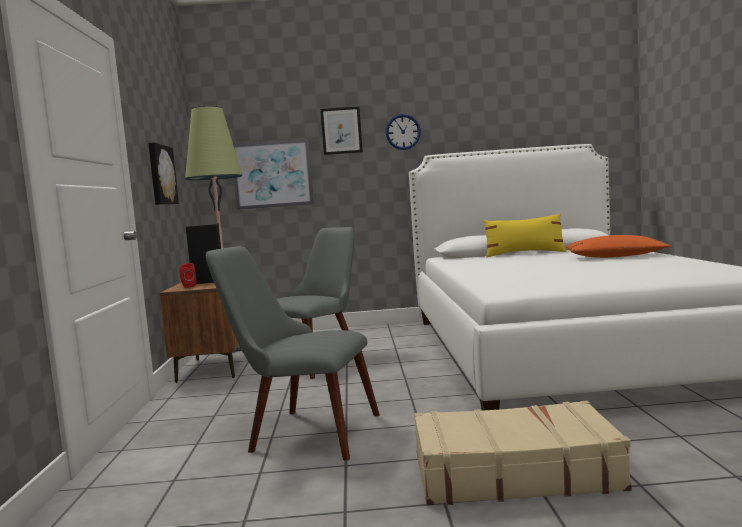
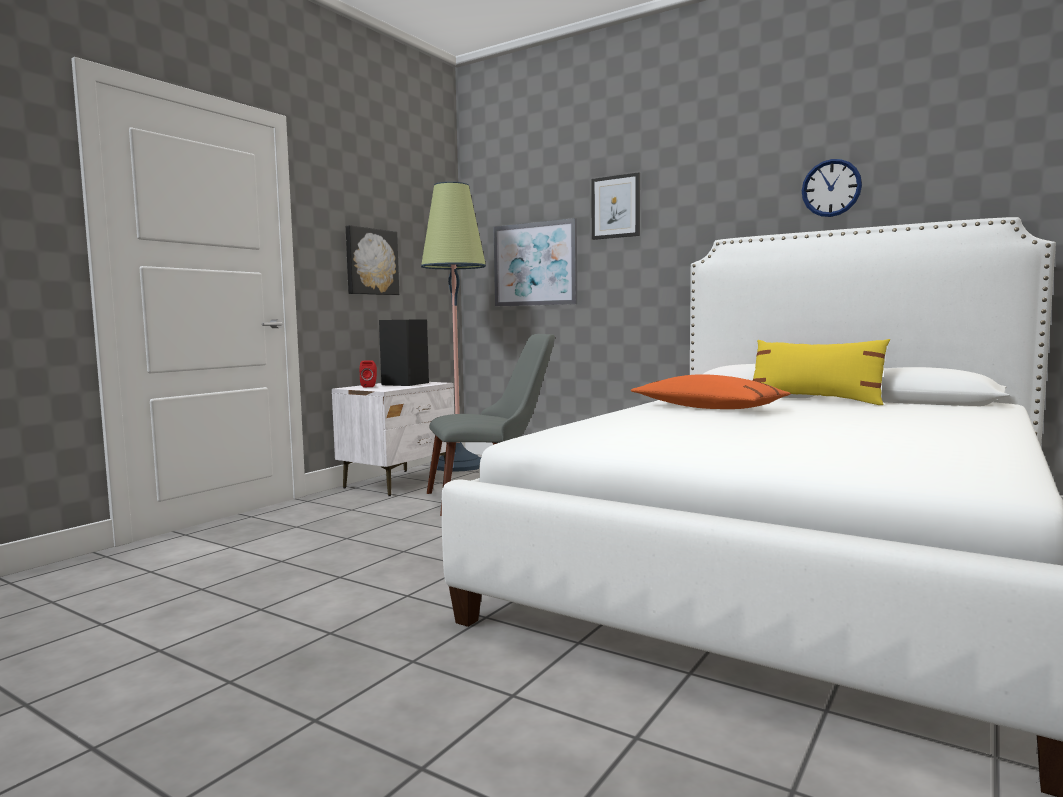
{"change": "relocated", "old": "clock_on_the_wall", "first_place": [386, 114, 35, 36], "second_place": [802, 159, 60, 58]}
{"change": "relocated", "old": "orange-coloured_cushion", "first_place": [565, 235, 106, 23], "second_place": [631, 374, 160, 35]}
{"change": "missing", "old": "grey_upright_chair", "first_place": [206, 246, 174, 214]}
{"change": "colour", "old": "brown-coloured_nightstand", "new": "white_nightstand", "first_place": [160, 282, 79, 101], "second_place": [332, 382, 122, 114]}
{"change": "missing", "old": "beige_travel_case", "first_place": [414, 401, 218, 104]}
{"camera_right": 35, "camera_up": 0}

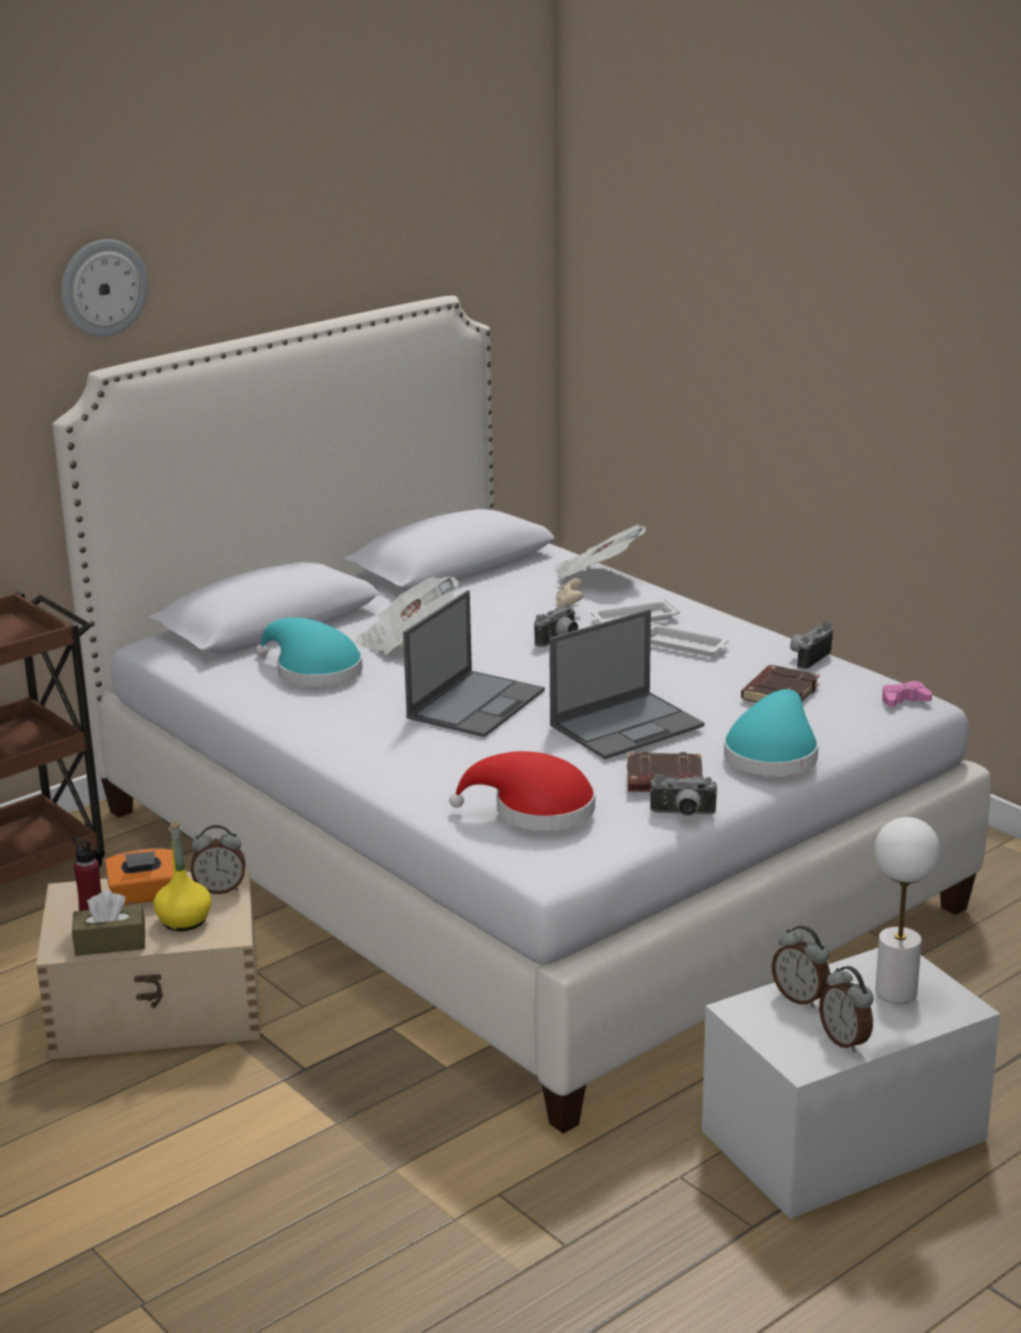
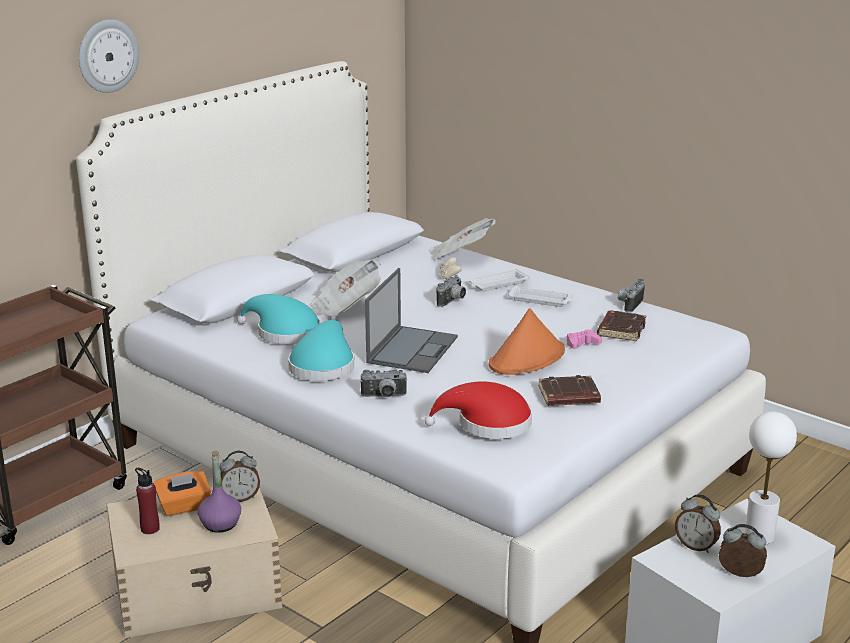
{"change": "exchanged", "old": "notebook_computer", "new": "orange-coloured_hat", "first_place": [549, 609, 155, 150], "second_place": [489, 308, 76, 67]}
{"change": "relocated", "old": "pink-coloured_joypad", "first_place": [882, 681, 50, 26], "second_place": [567, 329, 35, 20]}
{"change": "relocated", "old": "turquoise_hat", "first_place": [724, 689, 94, 87], "second_place": [288, 320, 66, 61]}
{"change": "relocated", "old": "still_camera", "first_place": [650, 774, 68, 42], "second_place": [360, 370, 47, 28]}
{"change": "colour", "old": "yellow_beverage_bottle", "new": "purple_beverage_bottle", "first_place": [153, 822, 59, 109], "second_place": [198, 451, 43, 82]}
{"change": "missing", "old": "brown-coloured_tissue_holder", "first_place": [72, 891, 73, 65]}
{"change": "spun", "old": "table_clock", "first_place": [819, 966, 54, 87], "second_place": [719, 524, 48, 53], "degrees": 150}
{"camera_right": -10, "camera_up": 0}

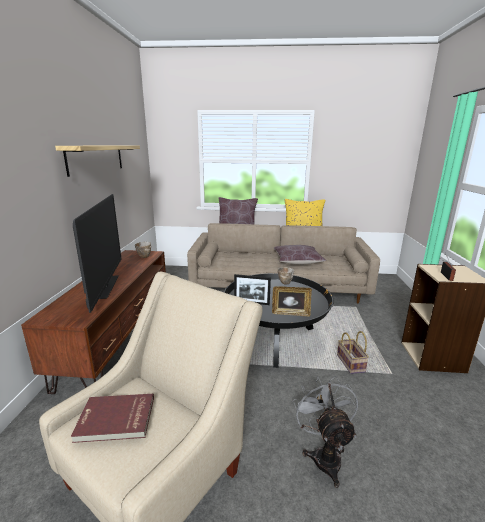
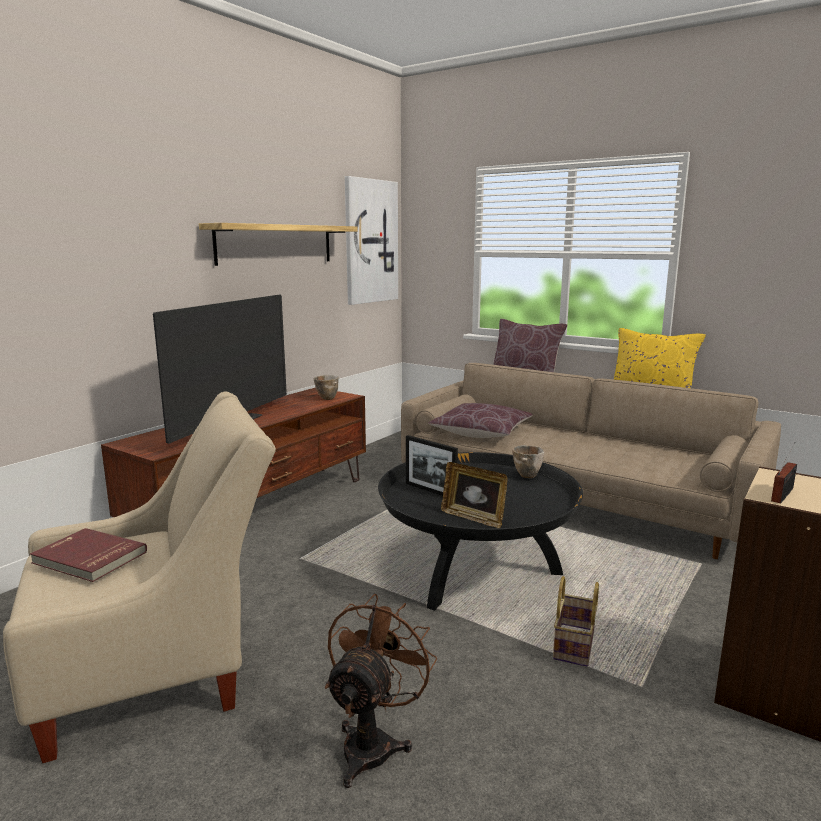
{"change": "relocated", "old": "brown-coloured_cushion", "first_place": [274, 245, 52, 20], "second_place": [428, 403, 105, 35]}
{"change": "colour", "old": "grey_fan", "new": "brown-coloured_fan", "first_place": [293, 376, 65, 112], "second_place": [325, 594, 112, 194]}
{"change": "appeared", "new": "picture", "second_place": [345, 176, 53, 129]}
{"camera_right": 30, "camera_up": -5}

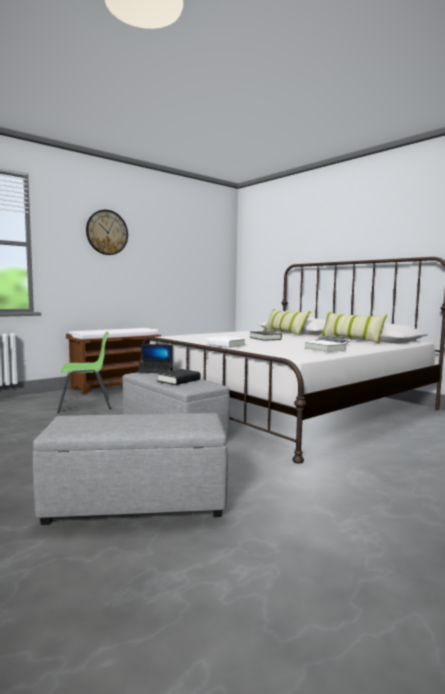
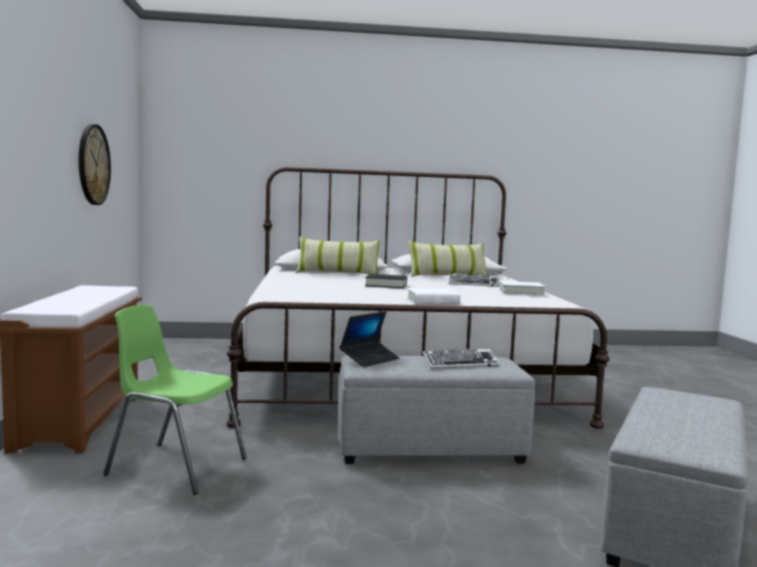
{"change": "relocated", "old": "clock_on_the_wall", "first_place": [86, 210, 42, 45], "second_place": [79, 124, 32, 81]}
{"change": "spun", "old": "green-coloured_upright_chair", "first_place": [57, 332, 54, 81], "second_place": [103, 305, 144, 190], "degrees": -90}
{"change": "exchanged", "old": "black-coloured_book", "new": "PC_keyboard", "first_place": [157, 369, 44, 16], "second_place": [423, 349, 77, 20]}
{"camera_right": -55, "camera_up": 0}

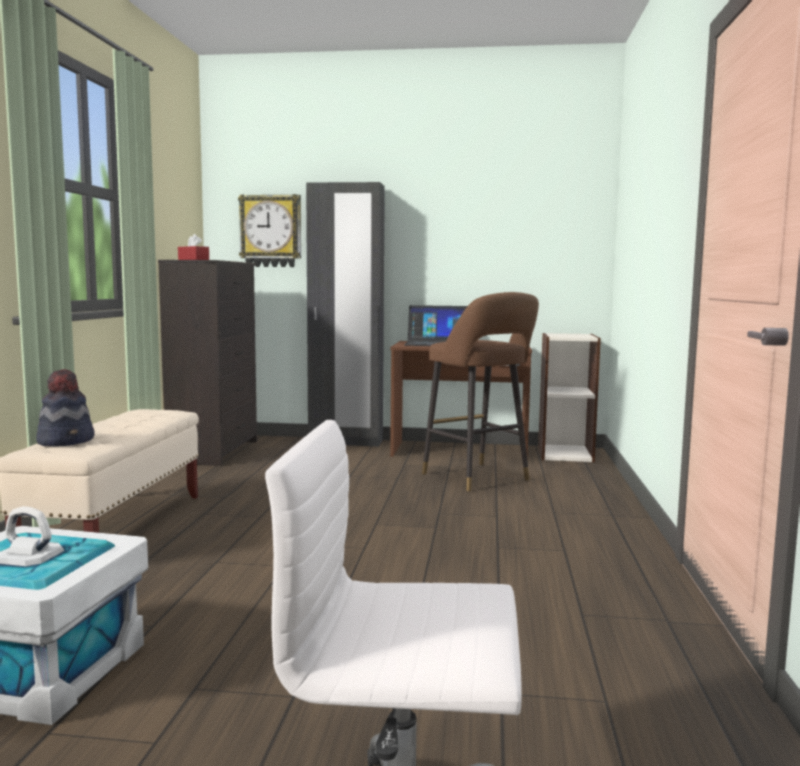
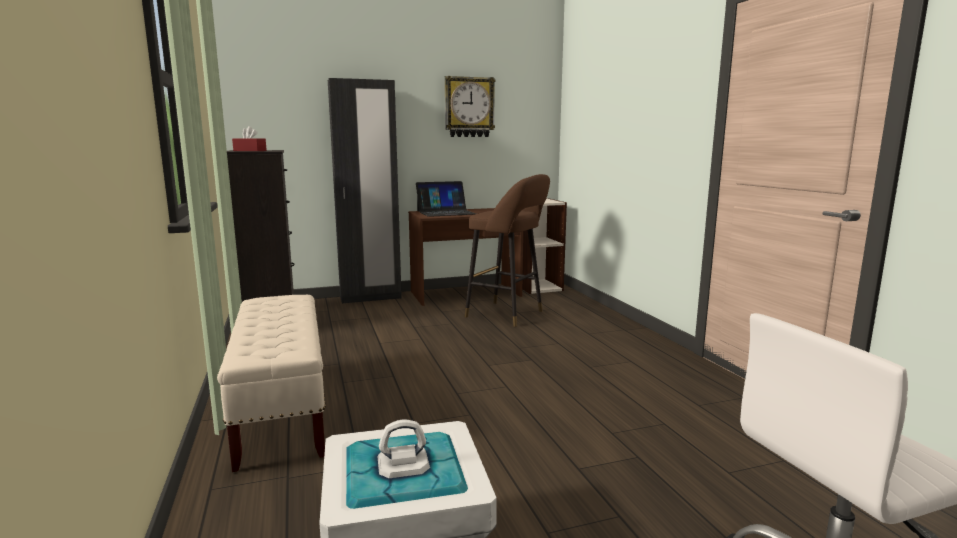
{"change": "relocated", "old": "clock_on_the_wall", "first_place": [238, 194, 63, 73], "second_place": [445, 76, 50, 61]}
{"change": "missing", "old": "hat", "first_place": [36, 369, 59, 77]}
{"camera_right": -25, "camera_up": 5}

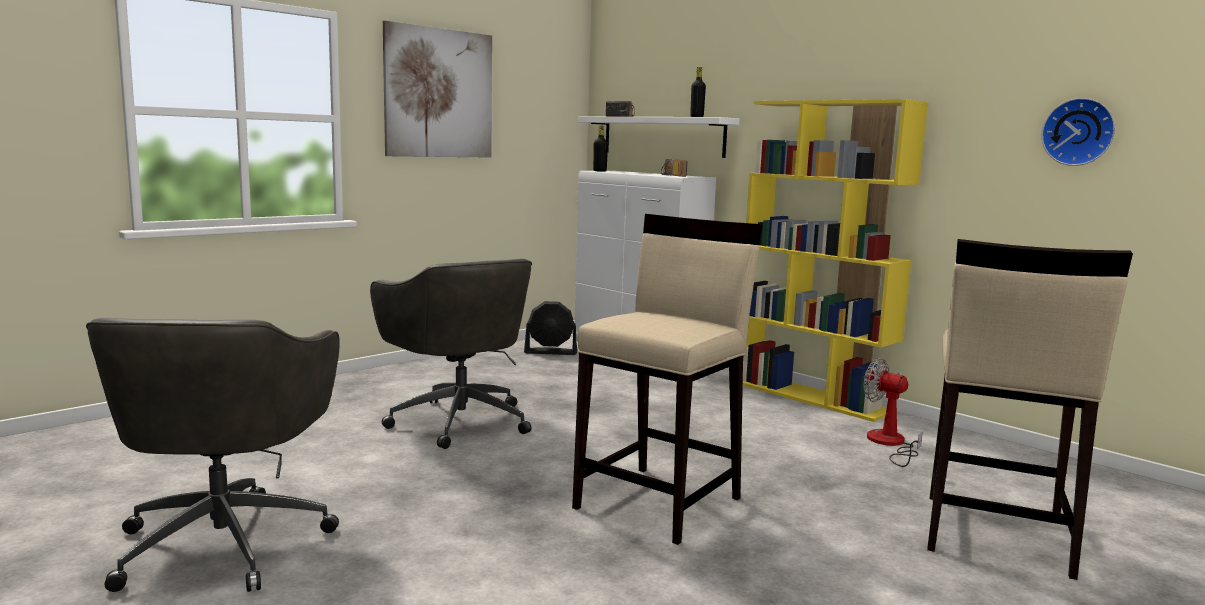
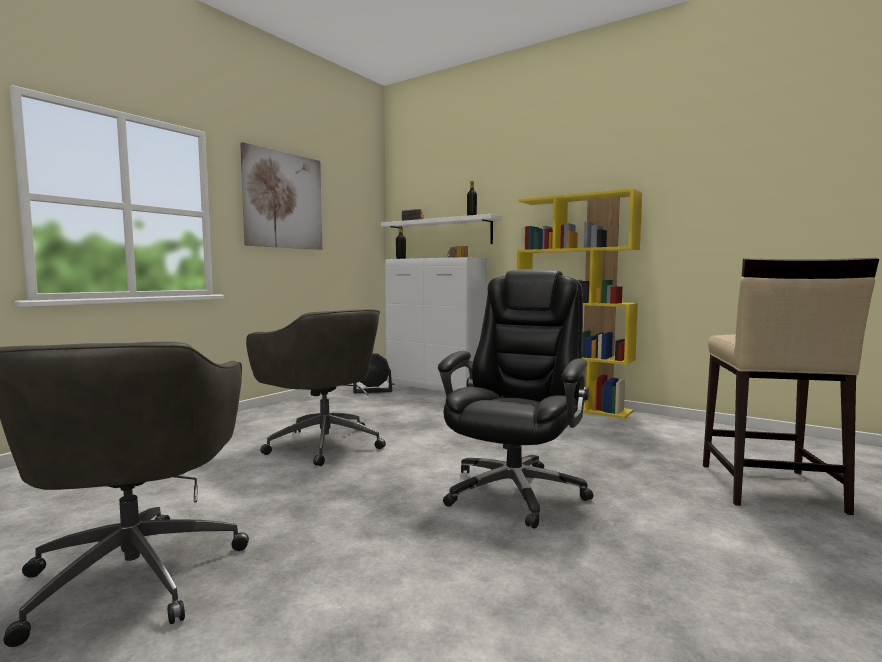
{"change": "missing", "old": "clock_on_the_wall", "first_place": [1041, 98, 74, 68]}
{"change": "exchanged", "old": "beige_sitting_stool", "new": "black-coloured_computer_chair", "first_place": [572, 214, 191, 331], "second_place": [438, 269, 155, 260]}
{"change": "missing", "old": "fan", "first_place": [864, 358, 59, 109]}
{"camera_right": -10, "camera_up": -5}

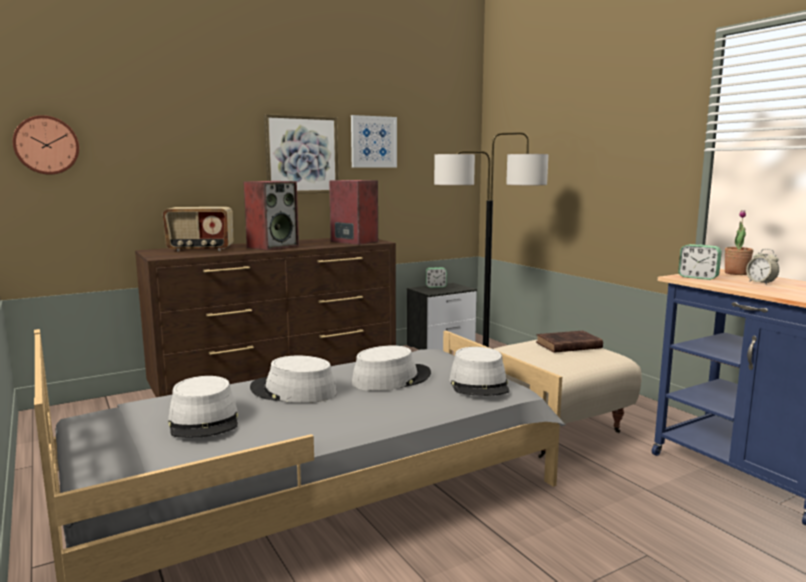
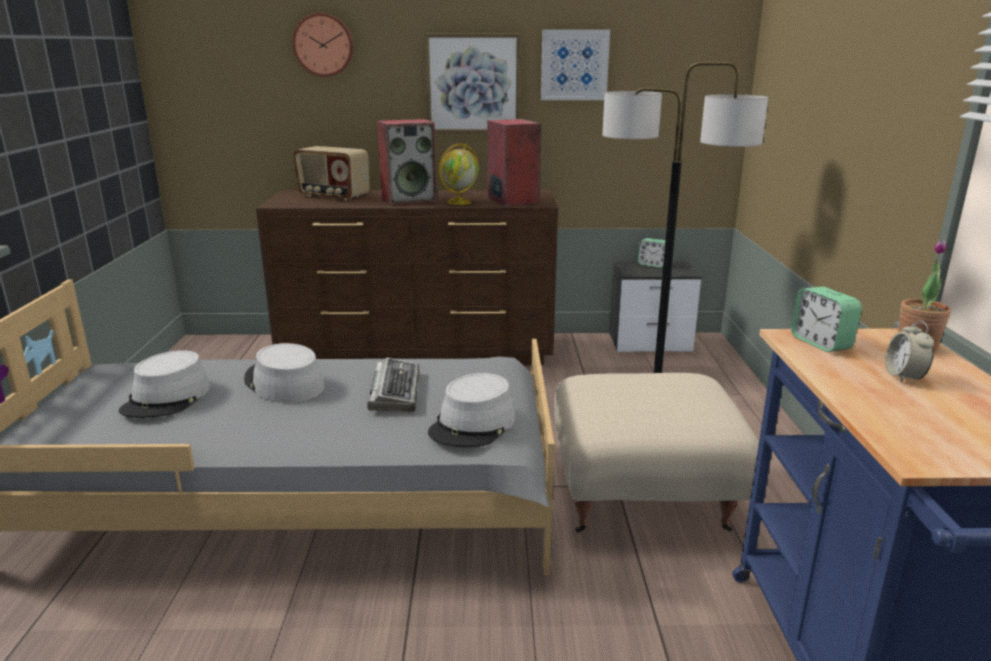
{"change": "relocated", "old": "clock_on_the_wall", "first_place": [13, 115, 66, 60], "second_place": [293, 13, 61, 64]}
{"change": "missing", "old": "brown-coloured_book", "first_place": [536, 331, 67, 22]}
{"change": "exchanged", "old": "grey_hat", "new": "PC_keyboard", "first_place": [352, 345, 79, 46], "second_place": [367, 357, 52, 55]}
{"change": "appeared", "new": "desk_globe", "second_place": [439, 144, 40, 61]}
{"camera_right": 30, "camera_up": 10}

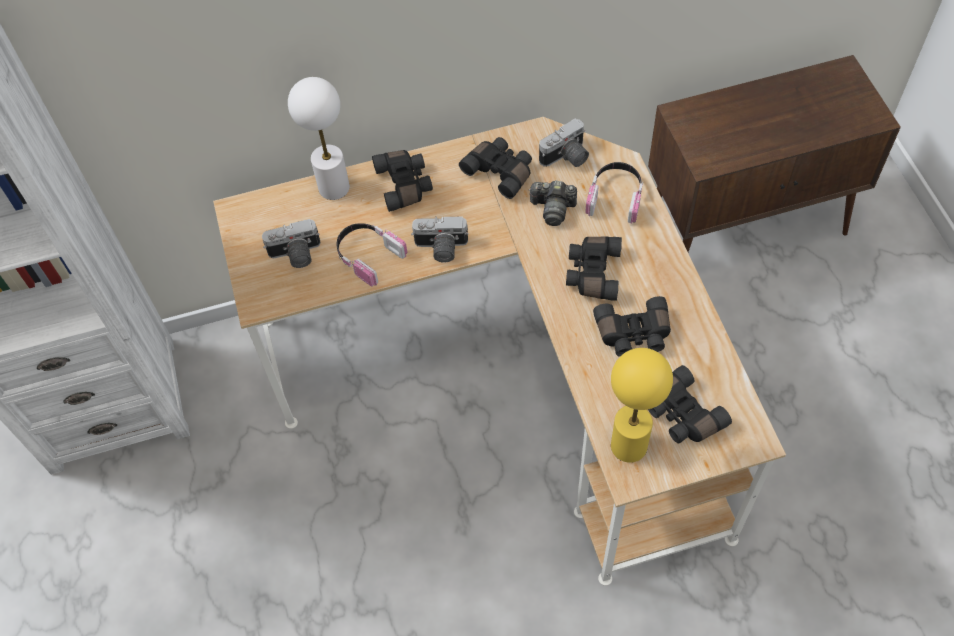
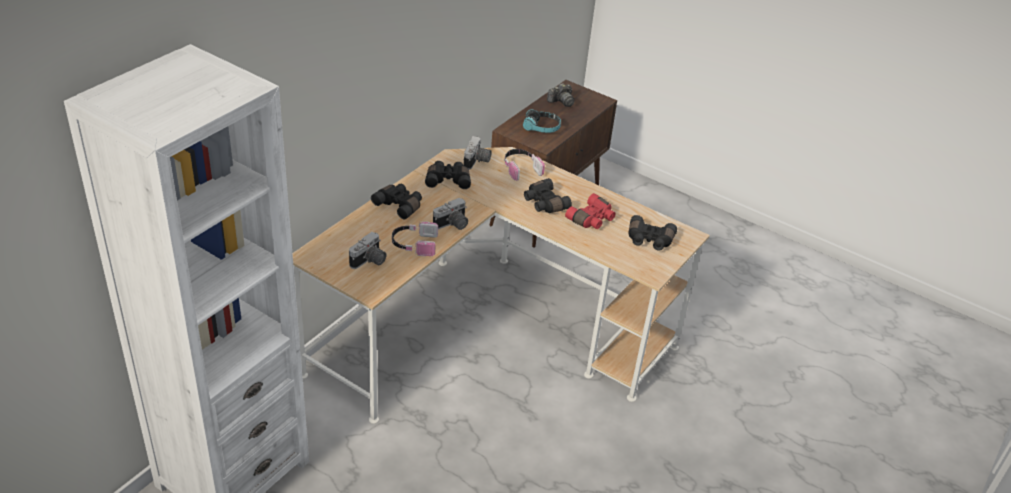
{"change": "missing", "old": "white_lamp_for_a_table", "first_place": [288, 77, 62, 123]}
{"change": "relocated", "old": "still_camera", "first_place": [529, 180, 48, 46], "second_place": [547, 83, 27, 24]}
{"change": "colour", "old": "black-coloured_field_glasses", "new": "reddish_field_glasses", "first_place": [593, 296, 78, 61], "second_place": [565, 193, 50, 36]}
{"change": "missing", "old": "yellow_lamp_for_a_table", "first_place": [611, 348, 62, 115]}
{"change": "appeared", "new": "pair_of_headphones", "second_place": [523, 109, 38, 24]}
{"camera_right": -45, "camera_up": -20}

